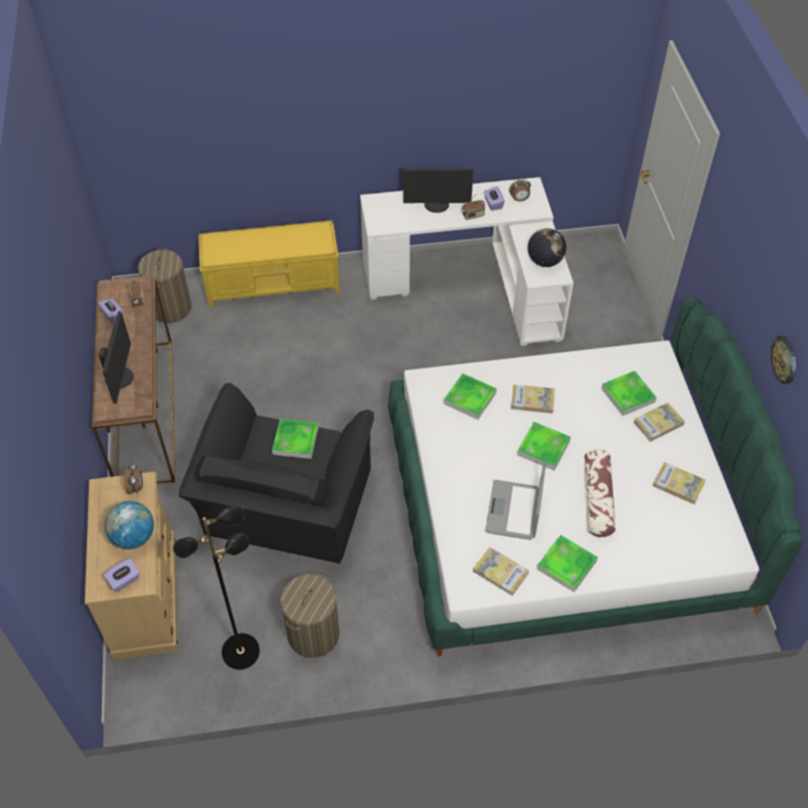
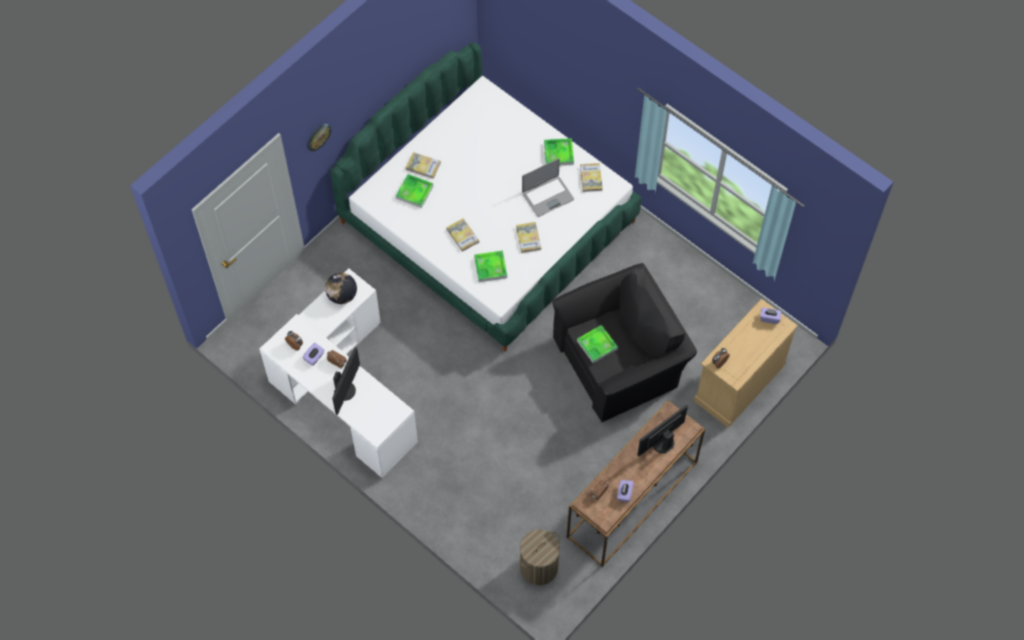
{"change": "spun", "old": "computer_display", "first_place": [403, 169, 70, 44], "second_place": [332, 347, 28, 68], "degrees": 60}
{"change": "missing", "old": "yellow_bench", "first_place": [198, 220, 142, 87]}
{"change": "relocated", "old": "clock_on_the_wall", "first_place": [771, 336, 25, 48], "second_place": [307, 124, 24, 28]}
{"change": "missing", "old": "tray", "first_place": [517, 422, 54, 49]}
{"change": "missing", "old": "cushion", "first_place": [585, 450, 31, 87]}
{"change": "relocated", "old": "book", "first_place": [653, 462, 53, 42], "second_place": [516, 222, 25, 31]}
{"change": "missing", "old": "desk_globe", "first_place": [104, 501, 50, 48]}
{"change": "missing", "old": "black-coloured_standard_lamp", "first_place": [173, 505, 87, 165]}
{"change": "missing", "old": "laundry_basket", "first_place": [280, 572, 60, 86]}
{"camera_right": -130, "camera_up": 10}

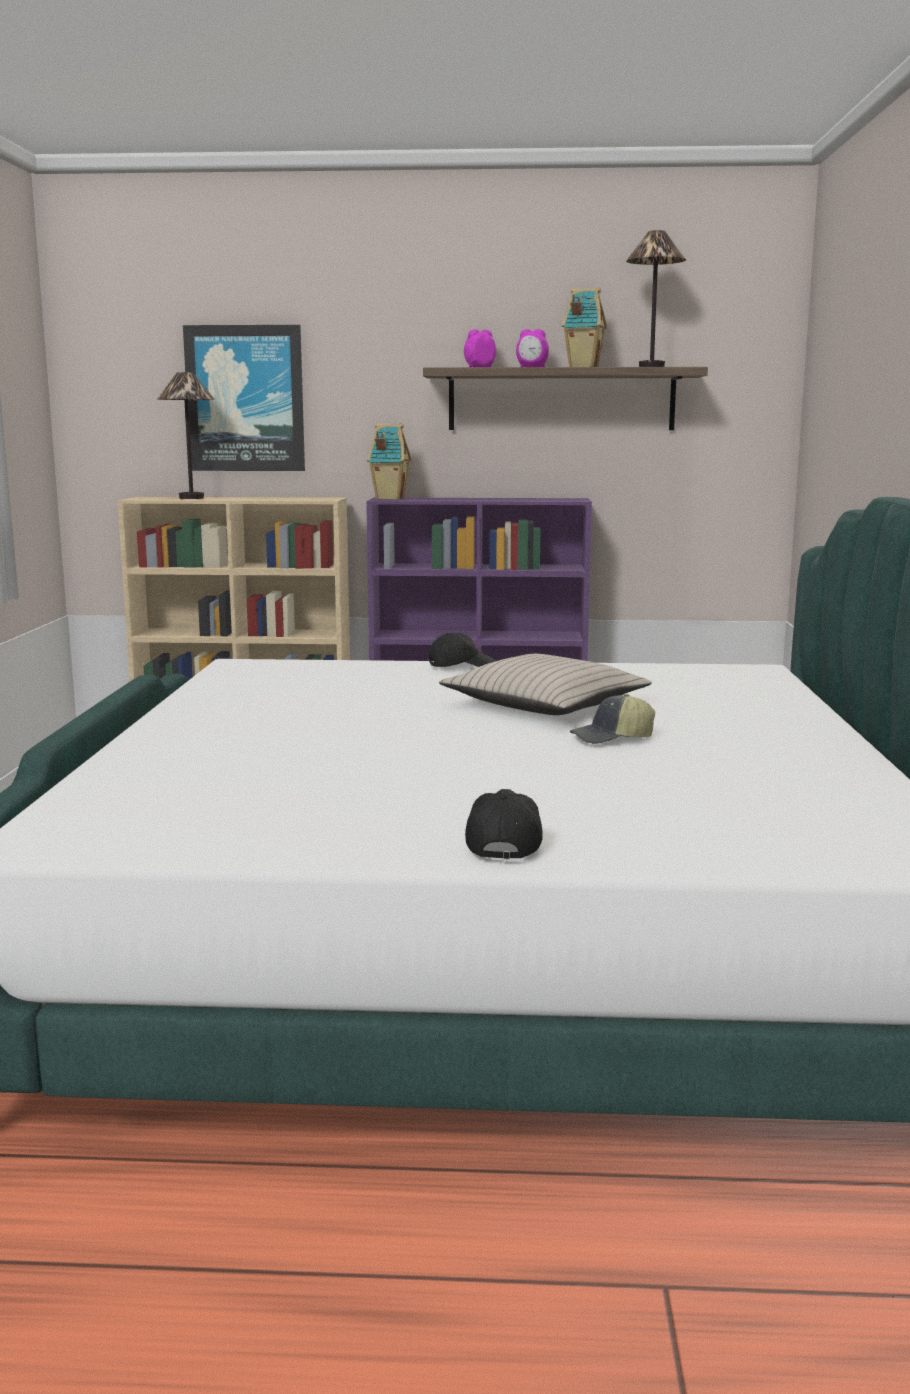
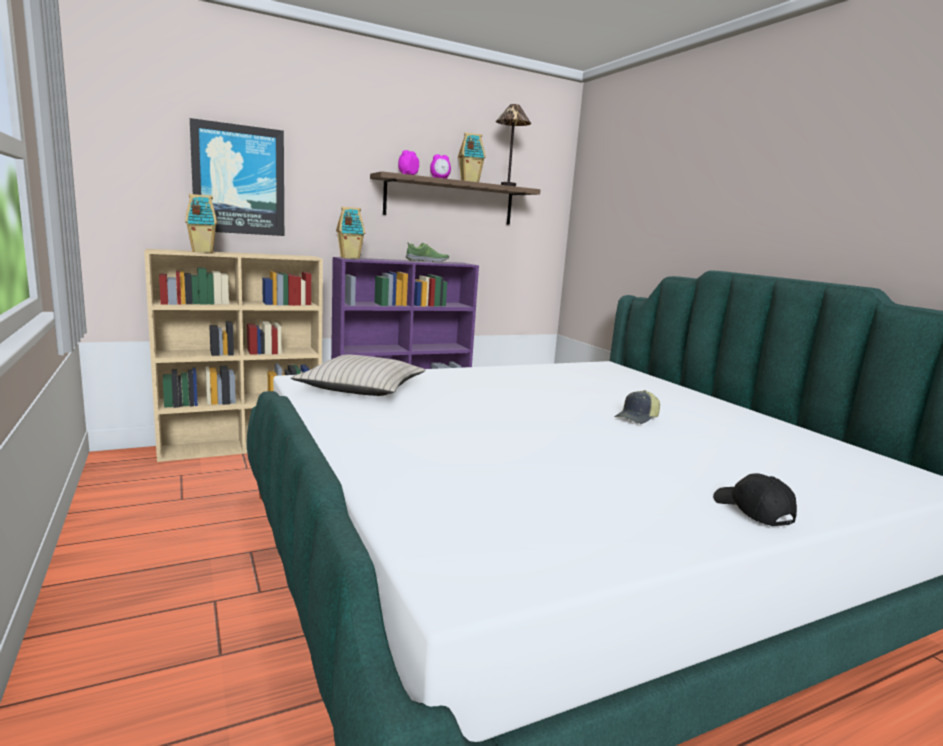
{"change": "exchanged", "old": "lamp_for_a_table", "new": "miniature_house", "first_place": [157, 372, 58, 127], "second_place": [185, 194, 32, 59]}
{"change": "missing", "old": "black-coloured_peaked_cap", "first_place": [428, 633, 67, 34]}
{"change": "relocated", "old": "beige_cushion", "first_place": [439, 654, 213, 61], "second_place": [291, 354, 135, 42]}
{"change": "appeared", "new": "shoe", "second_place": [406, 242, 43, 20]}
{"camera_right": -30, "camera_up": 0}

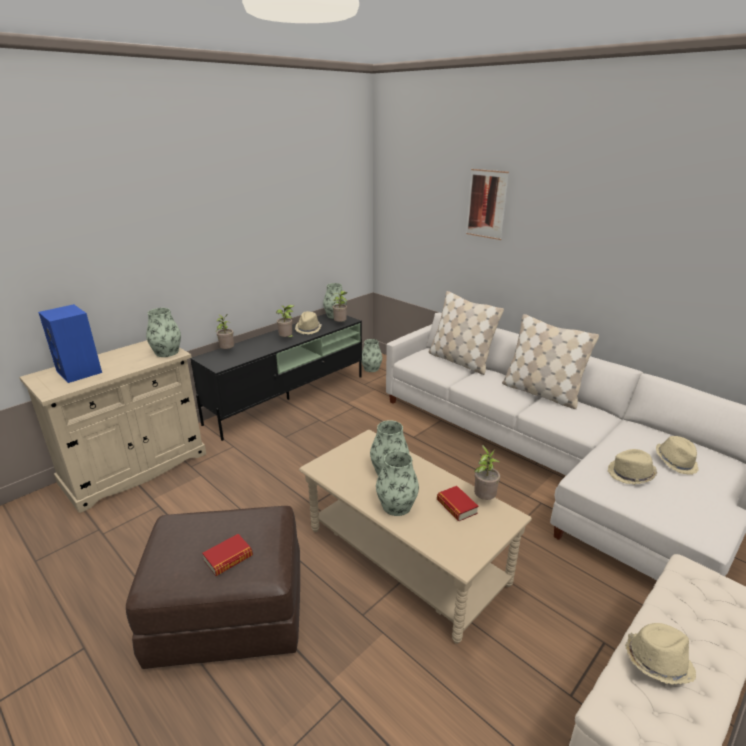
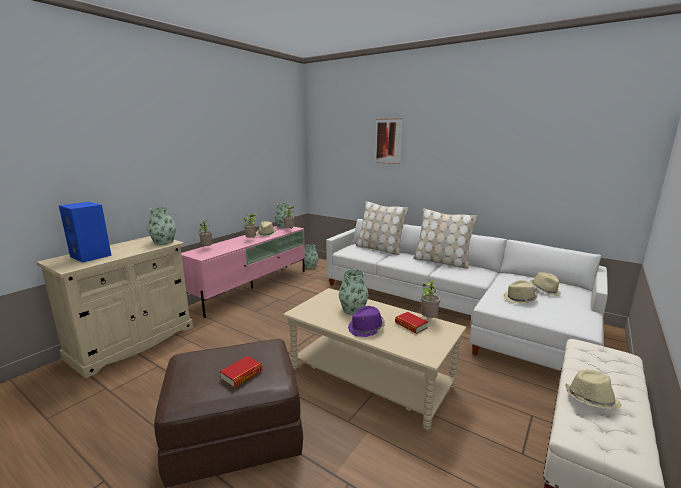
{"change": "colour", "old": "black-coloured_tv_stand", "new": "pink-coloured_tv_stand", "first_place": [190, 314, 172, 127], "second_place": [181, 226, 124, 92]}
{"change": "exchanged", "old": "flower_vase", "new": "purple_hat", "first_place": [376, 451, 43, 65], "second_place": [348, 306, 37, 31]}
{"camera_right": -10, "camera_up": -10}

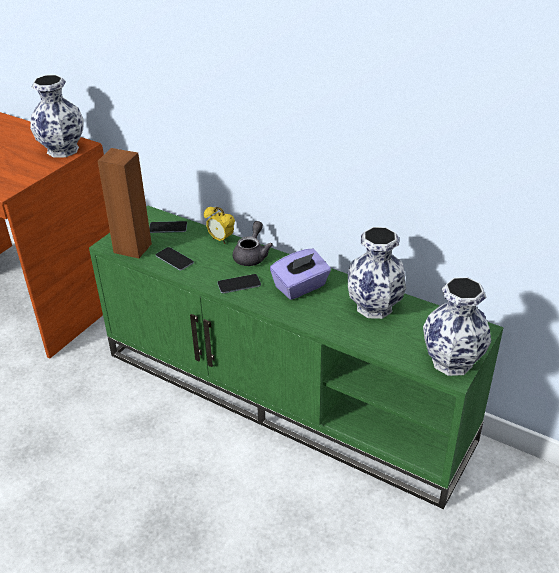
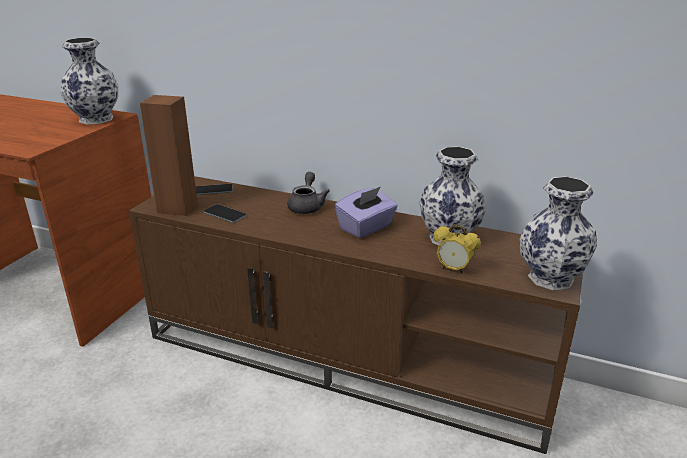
{"change": "colour", "old": "green-coloured_tv_stand", "new": "brown-coloured_tv_stand", "first_place": [89, 206, 415, 303], "second_place": [129, 176, 454, 278]}
{"change": "relocated", "old": "table_clock", "first_place": [204, 207, 31, 37], "second_place": [434, 225, 47, 49]}
{"change": "missing", "old": "phone", "first_place": [217, 274, 44, 19]}
{"camera_right": -10, "camera_up": -10}

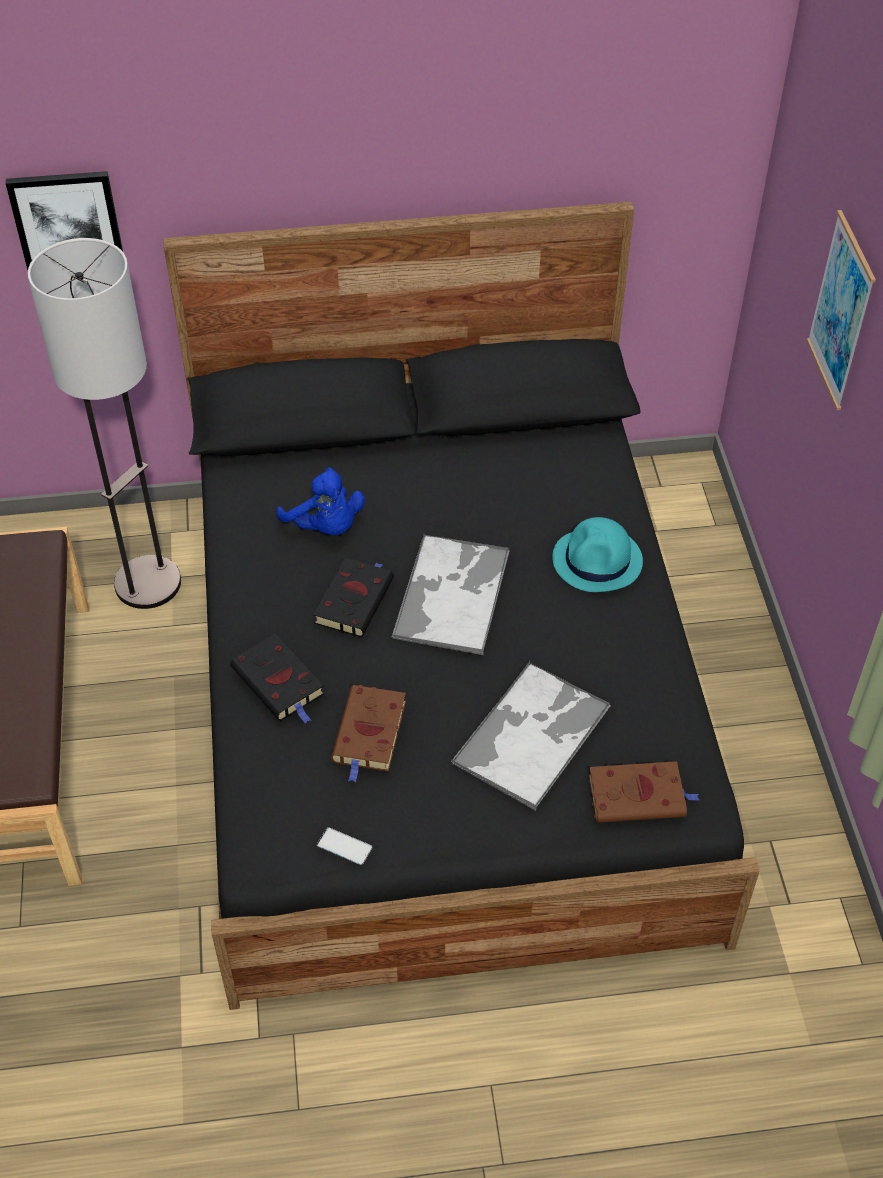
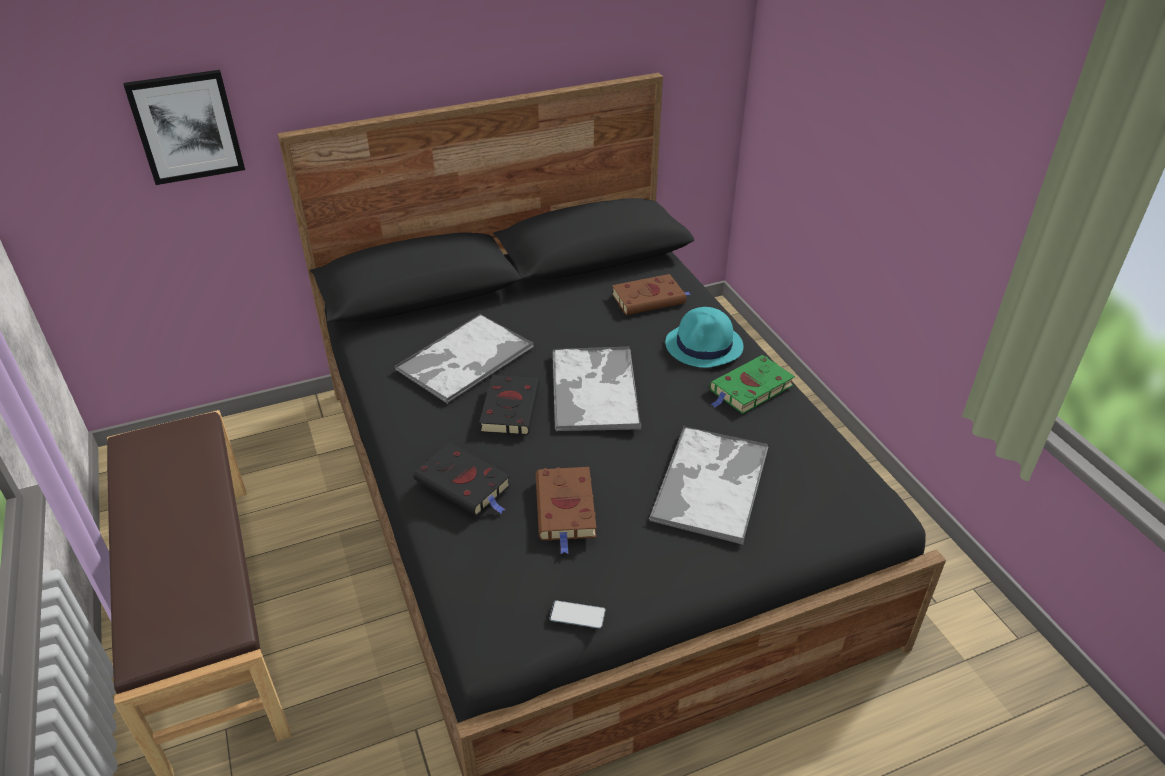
{"change": "missing", "old": "picture", "first_place": [806, 210, 70, 200]}
{"change": "missing", "old": "standard_lamp", "first_place": [28, 238, 153, 371]}
{"change": "exchanged", "old": "bluish_plush_toy", "new": "tray", "first_place": [277, 467, 88, 68], "second_place": [395, 314, 138, 90]}
{"change": "relocated", "old": "brown-coloured_book", "first_place": [589, 761, 110, 62], "second_place": [612, 274, 79, 41]}
{"change": "appeared", "new": "green-coloured_book", "second_place": [709, 355, 86, 59]}
{"camera_right": -15, "camera_up": -10}

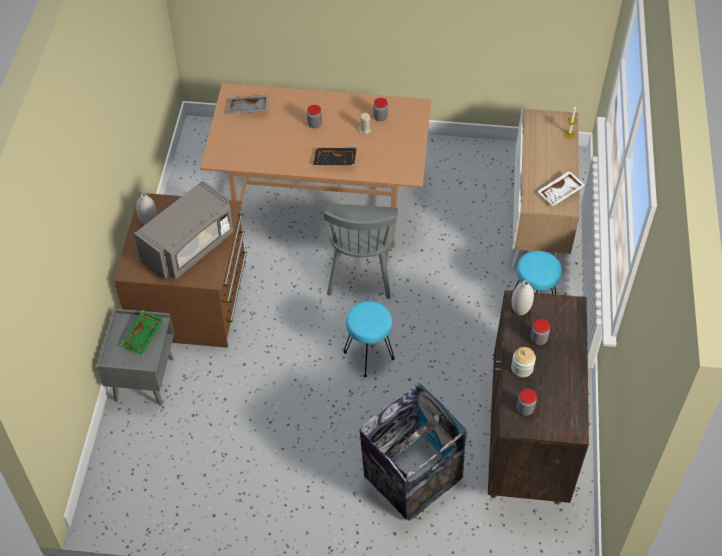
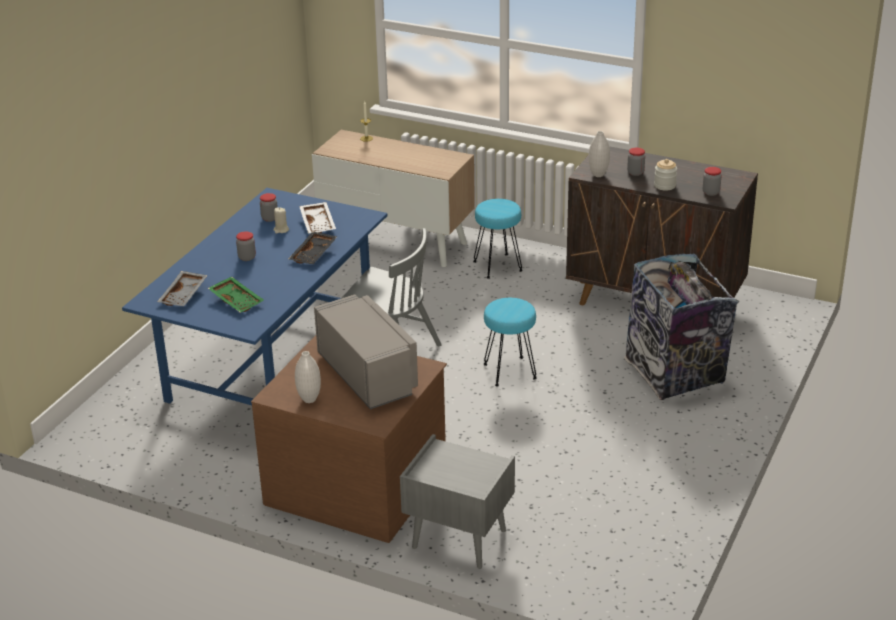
{"change": "colour", "old": "brown-coloured_kitchen_table", "new": "bluish_kitchen_table", "first_place": [200, 83, 231, 165], "second_place": [122, 188, 266, 217]}
{"change": "relocated", "old": "white_tray", "first_place": [537, 171, 48, 35], "second_place": [299, 202, 37, 32]}
{"change": "relocated", "old": "green-coloured_tray", "first_place": [120, 310, 44, 45], "second_place": [208, 276, 56, 37]}
{"camera_right": -70, "camera_up": -20}

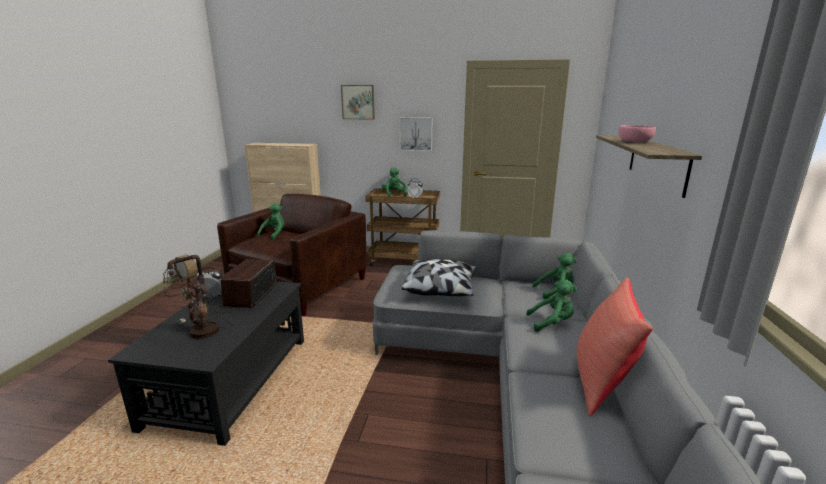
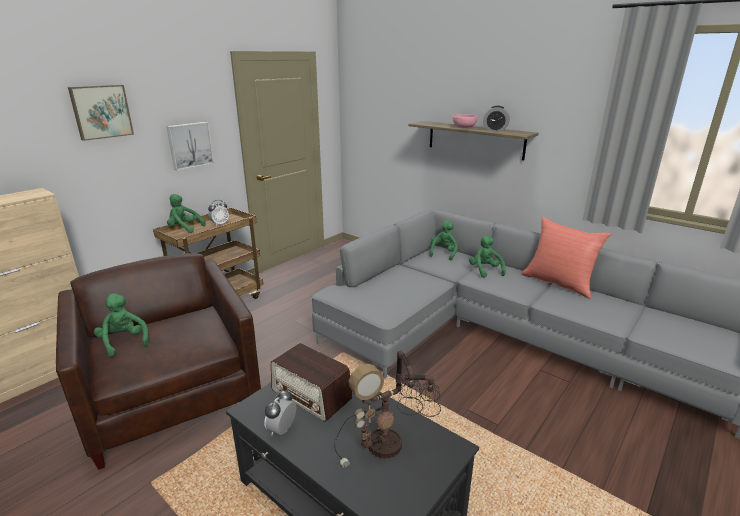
{"change": "missing", "old": "cushion", "first_place": [401, 259, 76, 37]}
{"change": "spun", "old": "green-coloured_plush_toy", "first_place": [526, 280, 51, 52], "second_place": [469, 235, 37, 43], "degrees": -45}
{"change": "appeared", "new": "table_clock", "second_place": [483, 106, 27, 25]}
{"camera_right": -60, "camera_up": 5}

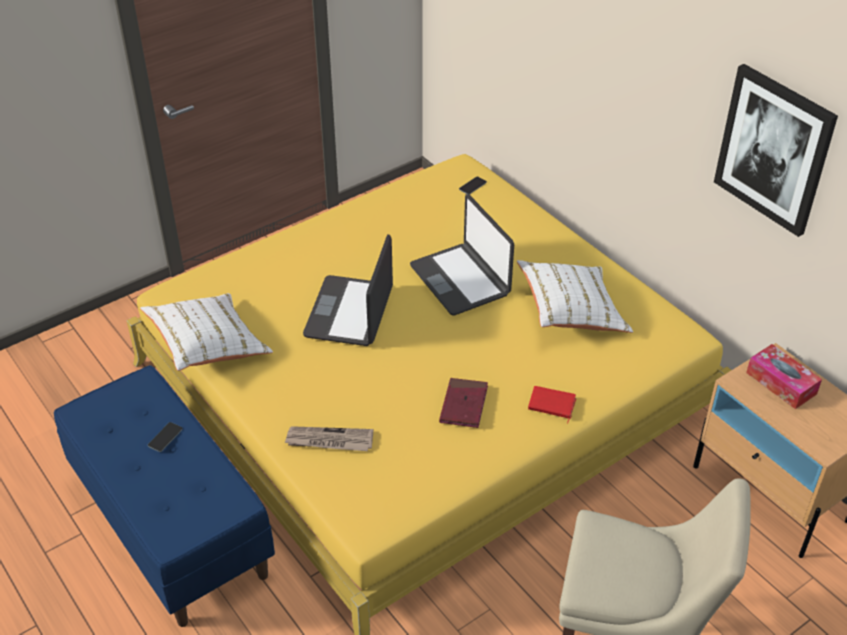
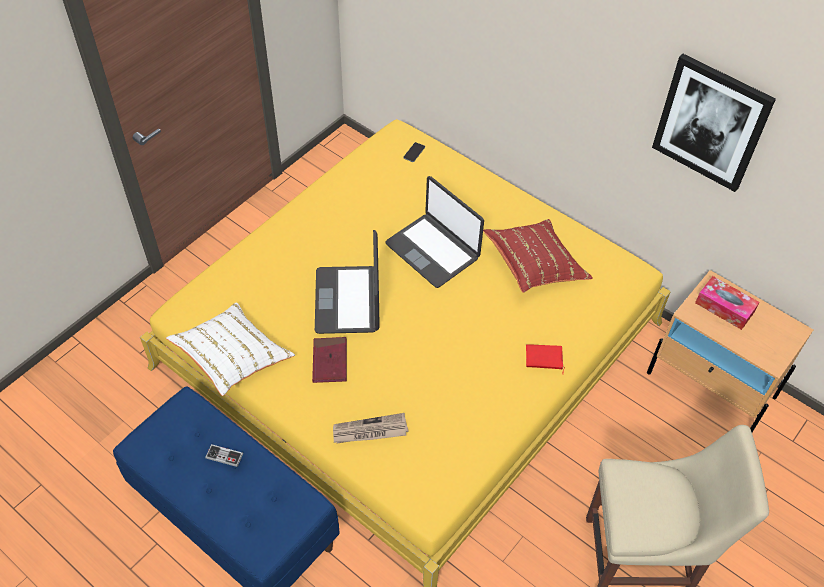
{"change": "colour", "old": "white_cushion", "new": "reddish_cushion", "first_place": [517, 260, 116, 73], "second_place": [483, 219, 110, 74]}
{"change": "relocated", "old": "reddish_book", "first_place": [439, 378, 49, 50], "second_place": [312, 337, 35, 46]}
{"change": "exchanged", "old": "phone", "new": "joypad", "first_place": [148, 422, 35, 30], "second_place": [205, 444, 38, 23]}
{"camera_right": -15, "camera_up": 10}

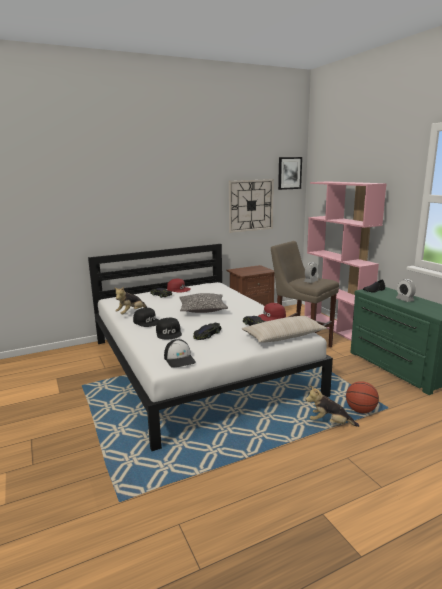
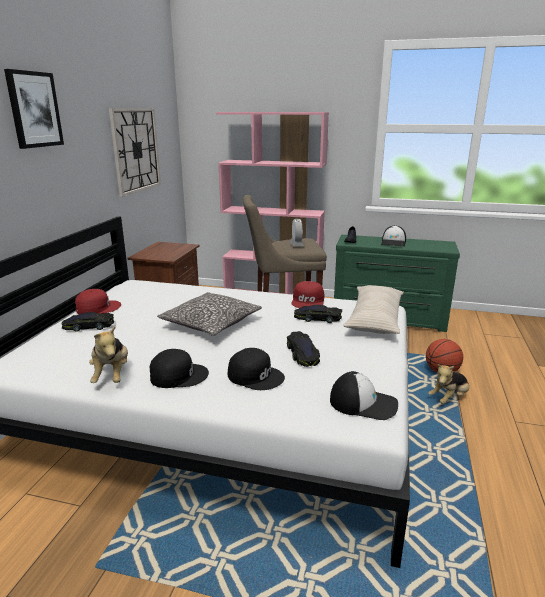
{"change": "relocated", "old": "picture", "first_place": [278, 157, 24, 33], "second_place": [4, 69, 60, 80]}
{"change": "exchanged", "old": "table_clock", "new": "peaked_cap", "first_place": [396, 279, 20, 23], "second_place": [381, 225, 25, 22]}
{"camera_right": -50, "camera_up": 5}

